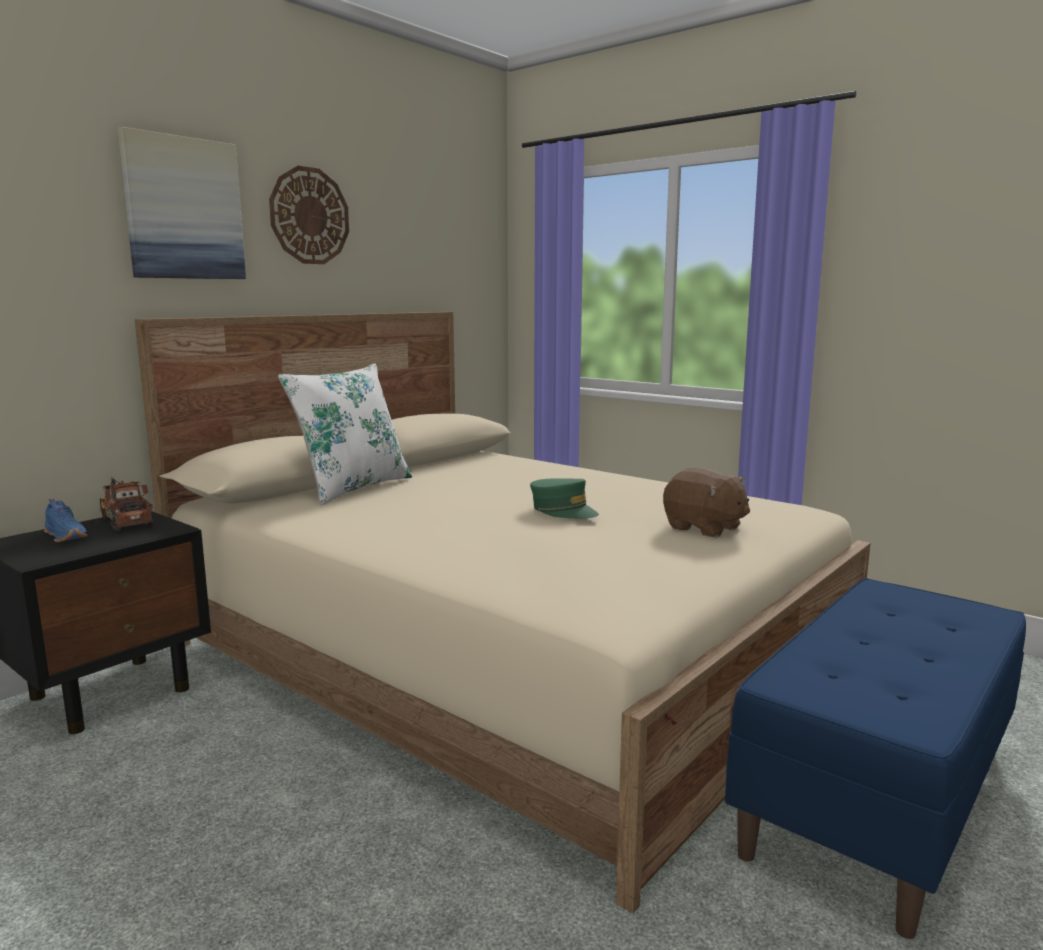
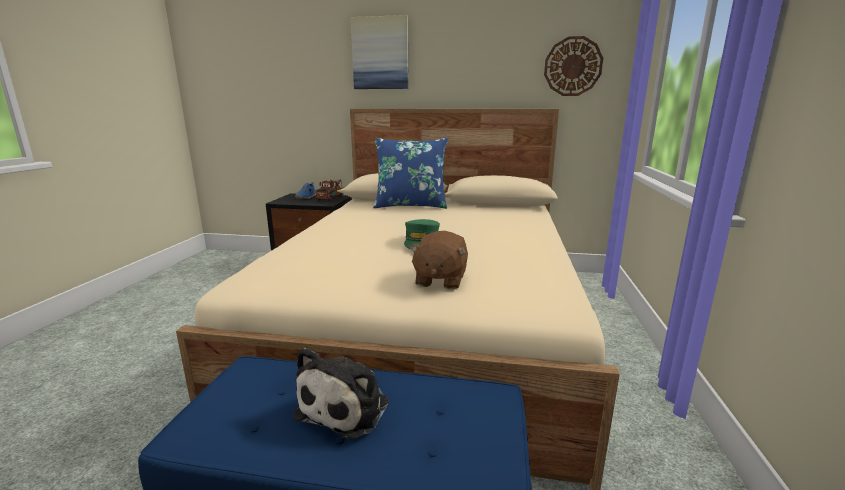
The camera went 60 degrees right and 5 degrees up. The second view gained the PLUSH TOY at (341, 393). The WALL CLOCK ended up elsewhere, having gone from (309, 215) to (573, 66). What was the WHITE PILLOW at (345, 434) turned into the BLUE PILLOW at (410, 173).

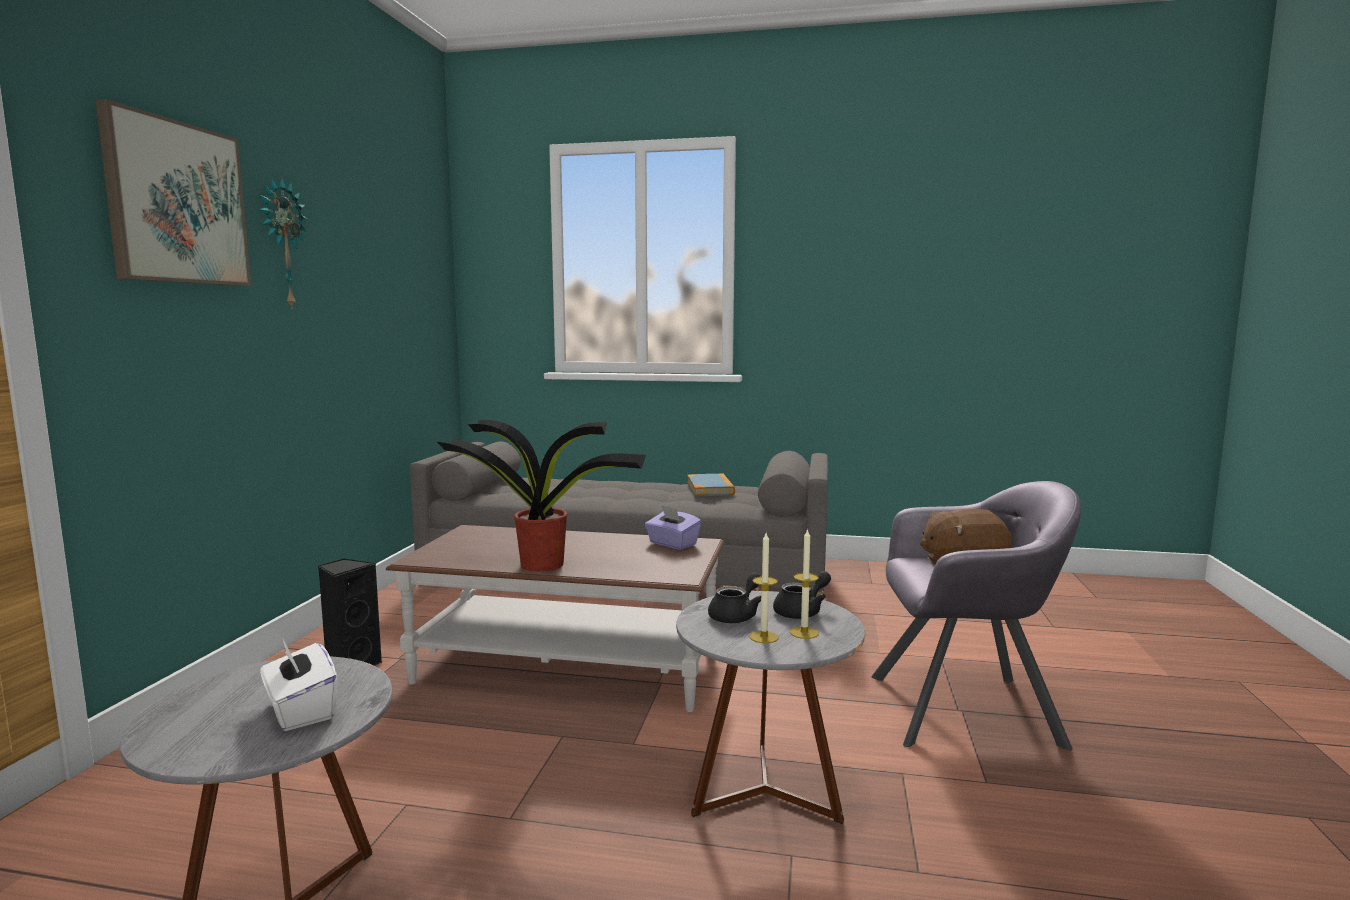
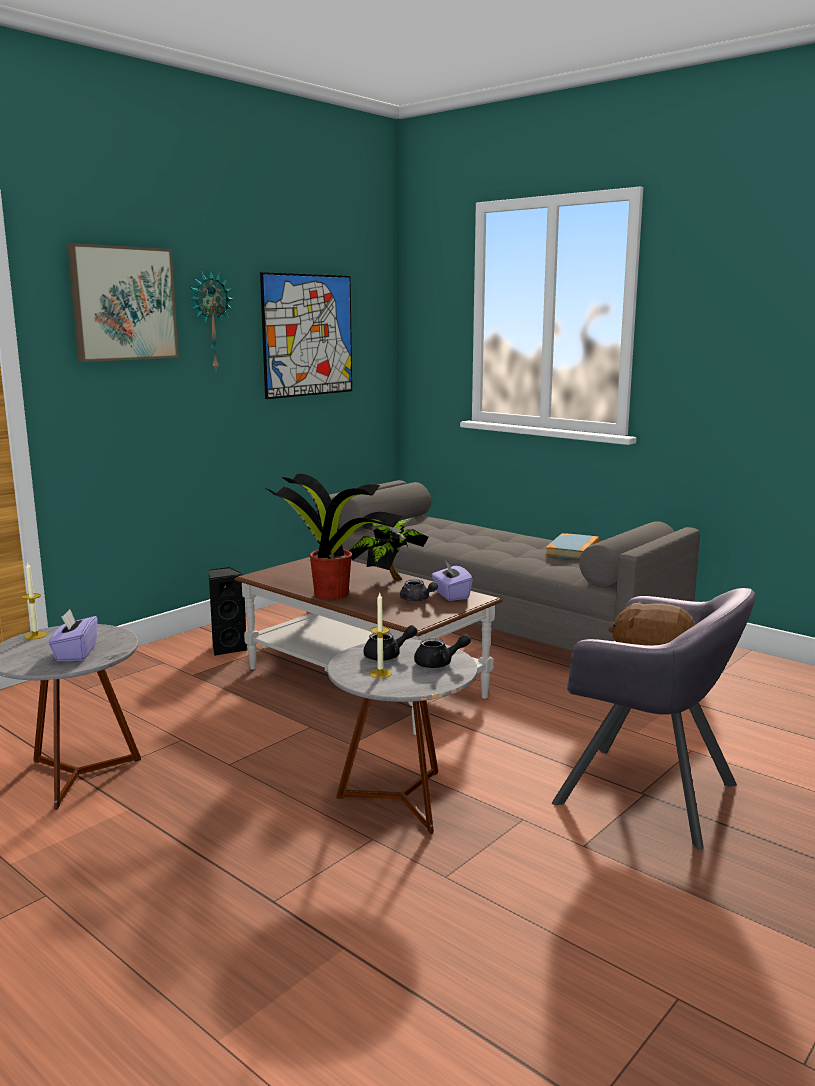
The camera went 30 degrees right and 5 degrees up. The second view gained the PICTURE at (306, 335). The second view gained the POTTED PLANT at (388, 549). The second view gained the GREY TEAPOT at (419, 590). The CANDLE ended up elsewhere, having gone from (804, 583) to (34, 600). What was the WHITE TISSUE BOX at (299, 685) turned into the PURPLE TISSUE BOX at (73, 635).

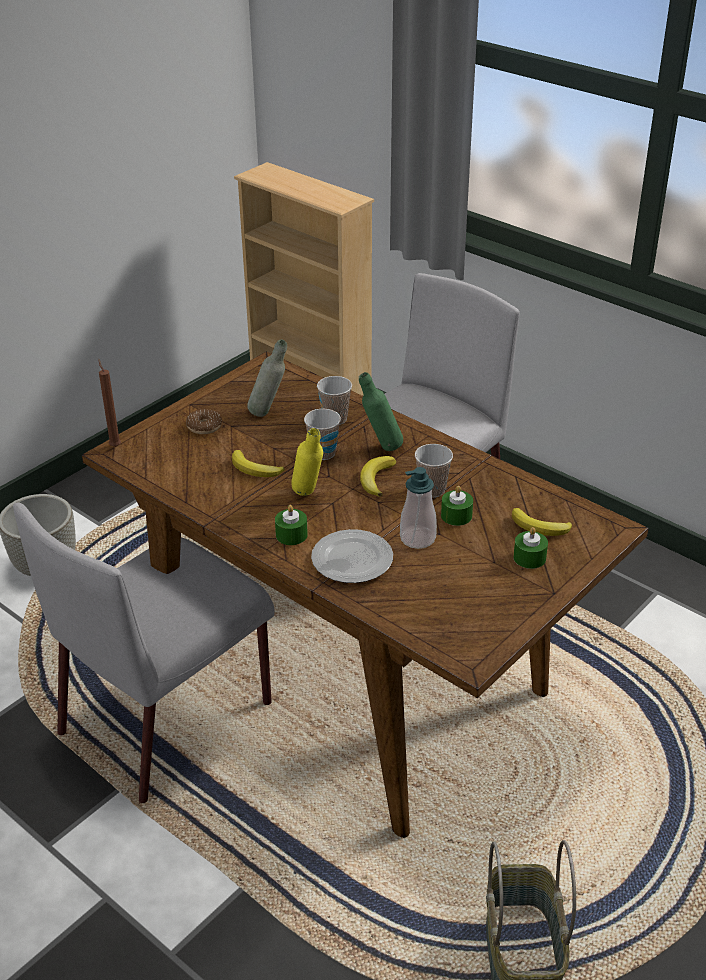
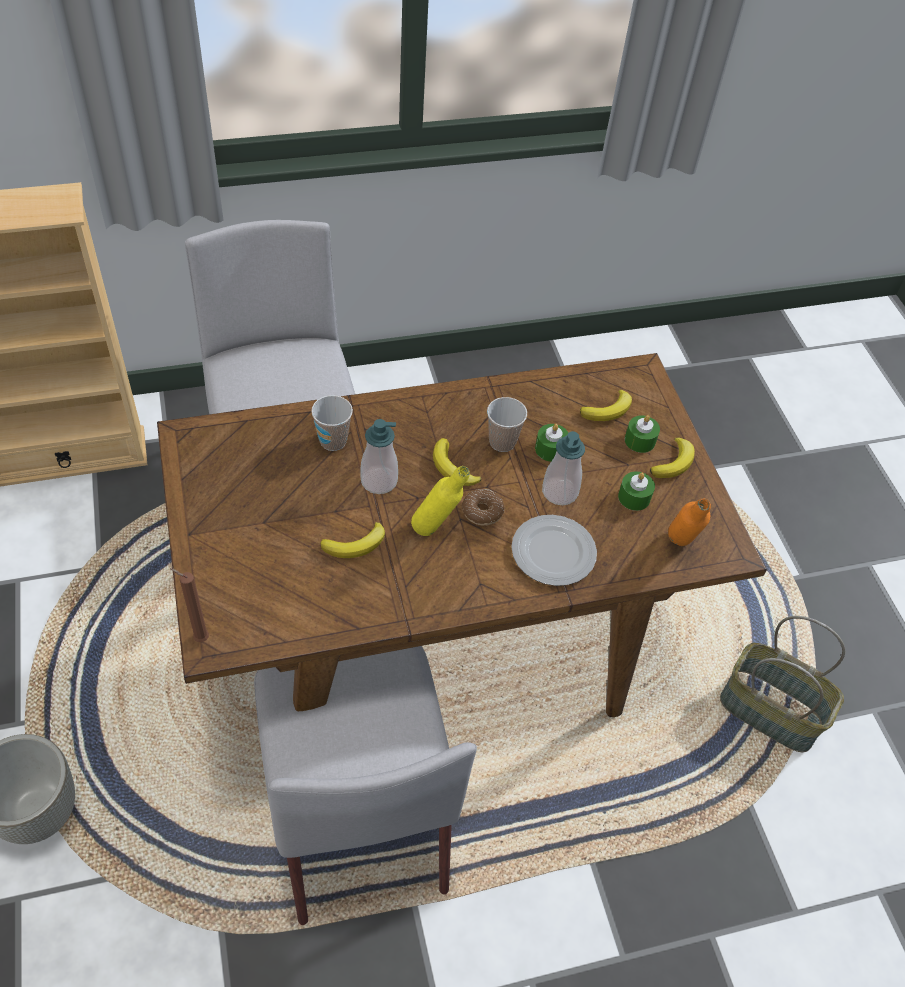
The camera went 60 degrees left and 15 degrees up. The second view lost the GREY BOTTLE at (267, 378). The second view lost the GREEN BOTTLE at (381, 411). The second view gained the BANANA at (672, 457). The second view gained the ORANGE BOTTLE at (689, 522). The DONUT ended up elsewhere, having gone from (204, 421) to (483, 507). The GREEN CANDLE ended up elsewhere, having gone from (291, 525) to (636, 491). Where the CUP stood at (322, 434), the SOAP DISPENSER came to stand at (379, 456).

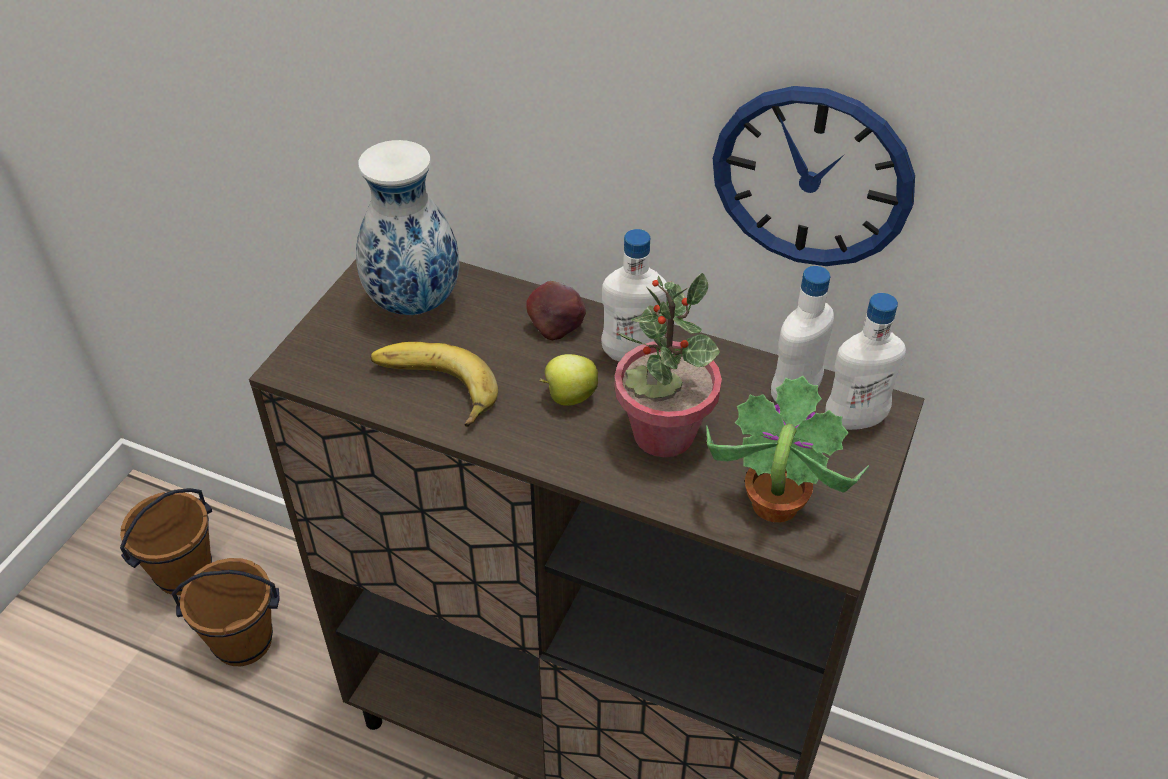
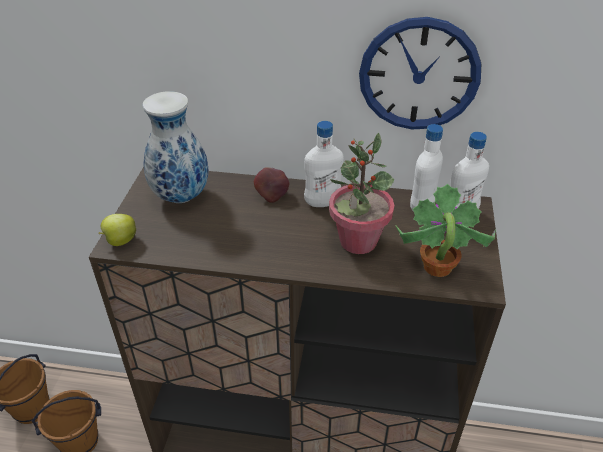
The camera went 15 degrees left and 5 degrees down. The second view lost the BANANA at (434, 384). The APPLE ended up elsewhere, having gone from (568, 380) to (117, 230).

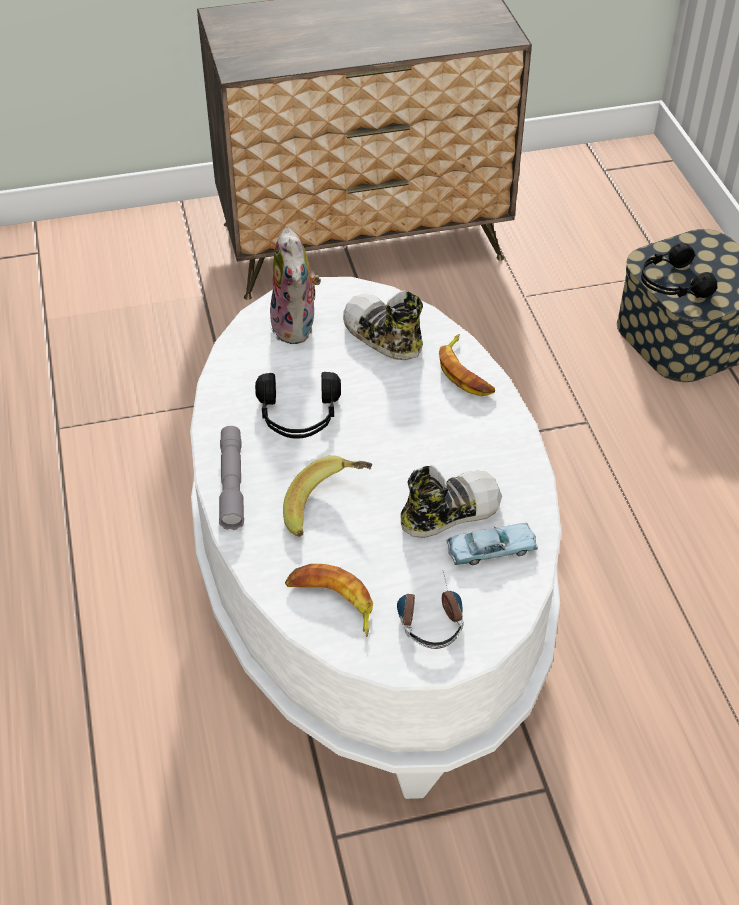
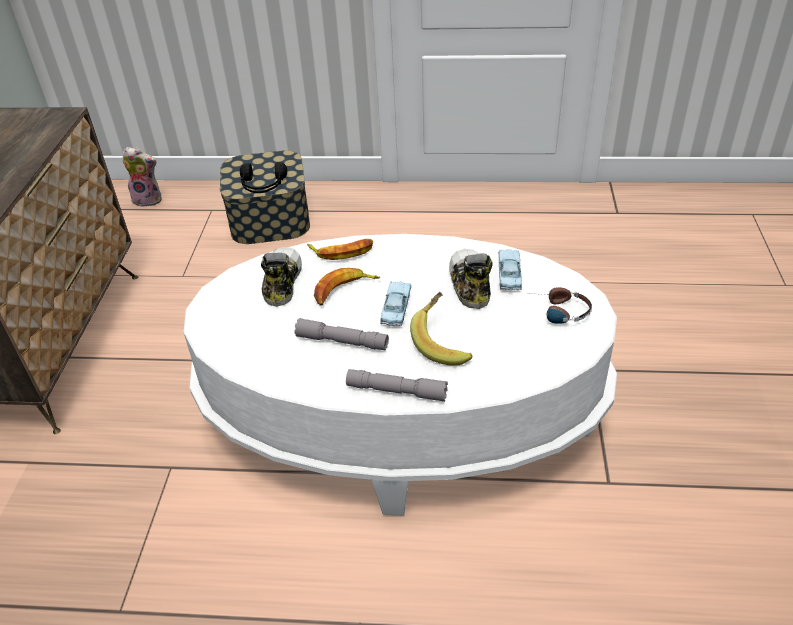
The camera went 70 degrees left and 5 degrees down. The second view gained the BLUE TOY CAR at (395, 303). The PLUSH TOY ended up elsewhere, having gone from (295, 285) to (142, 177). The BANANA ended up elsewhere, having gone from (329, 600) to (347, 287). Where the BLACK HEADPHONES stood at (298, 405), the GREY FLASHLIGHT came to stand at (341, 334). The SHOE at (383, 325) ended up facing another way, 120 degrees clockwise from before.

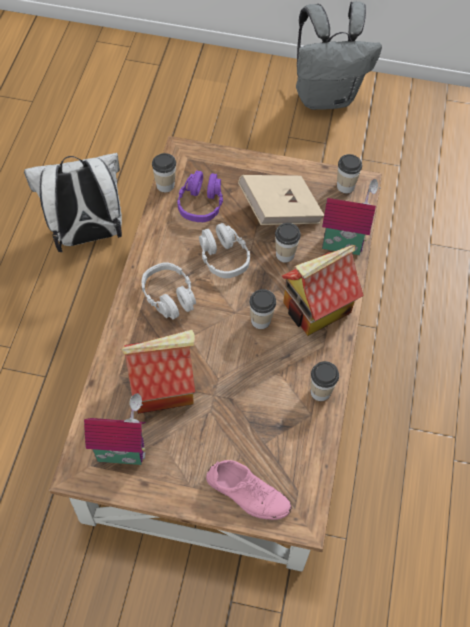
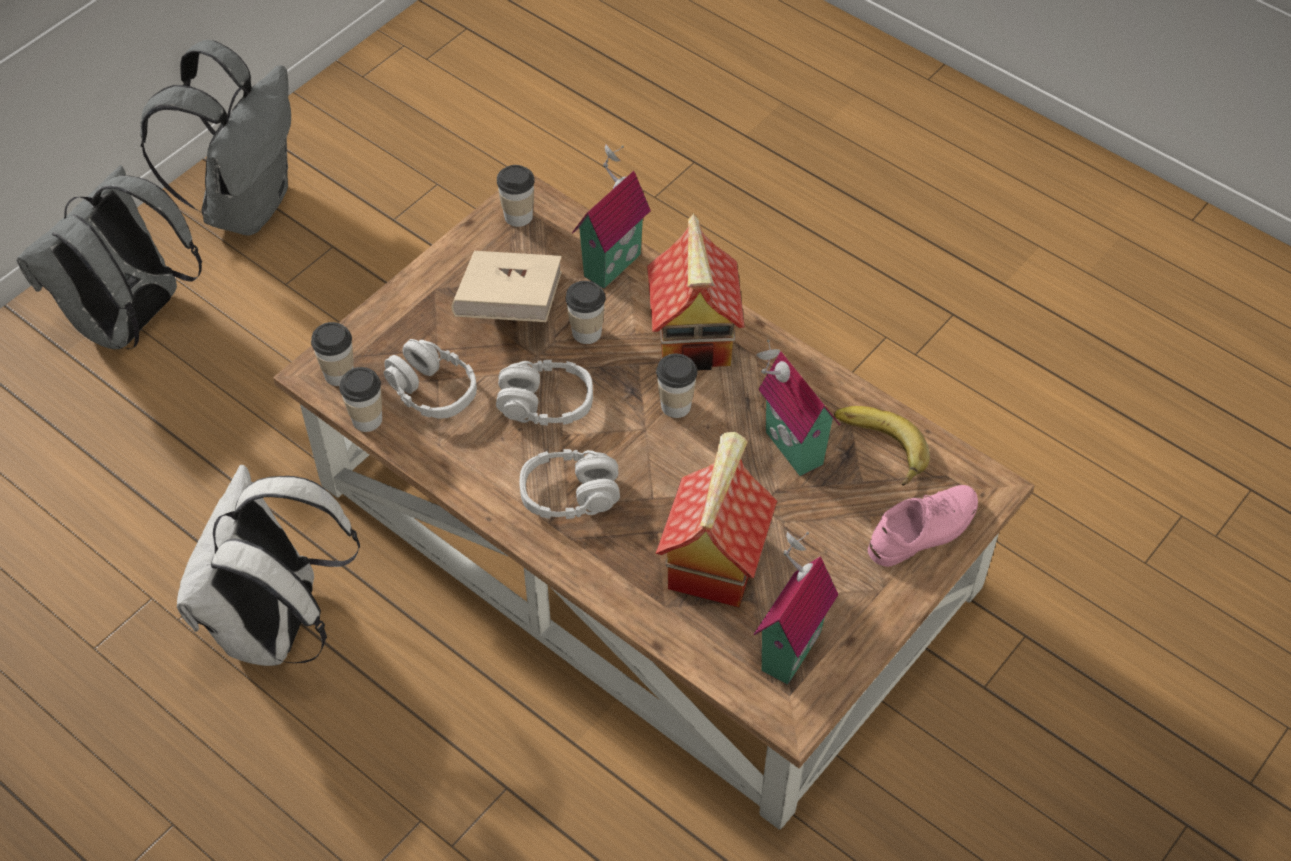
The camera went 60 degrees left and 5 degrees down. The second view gained the GREY BACKPACK at (109, 257). The second view gained the TOY HOUSE at (798, 407). The second view gained the BANANA at (882, 446). The CUP ended up elsewhere, having gone from (325, 381) to (332, 354). What was the PURPLE HEADPHONES at (200, 196) turned into the GREY HEADPHONES at (430, 378).

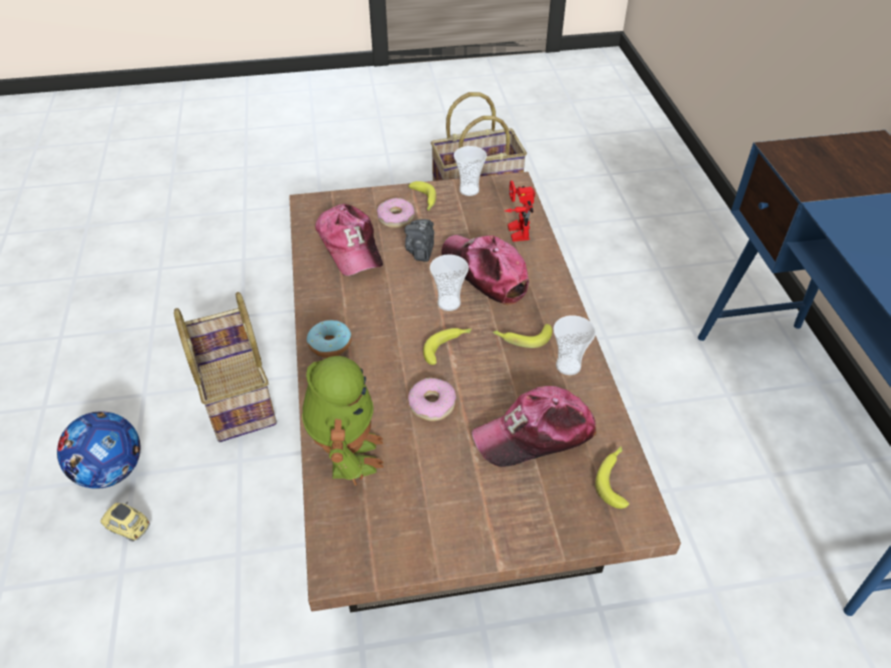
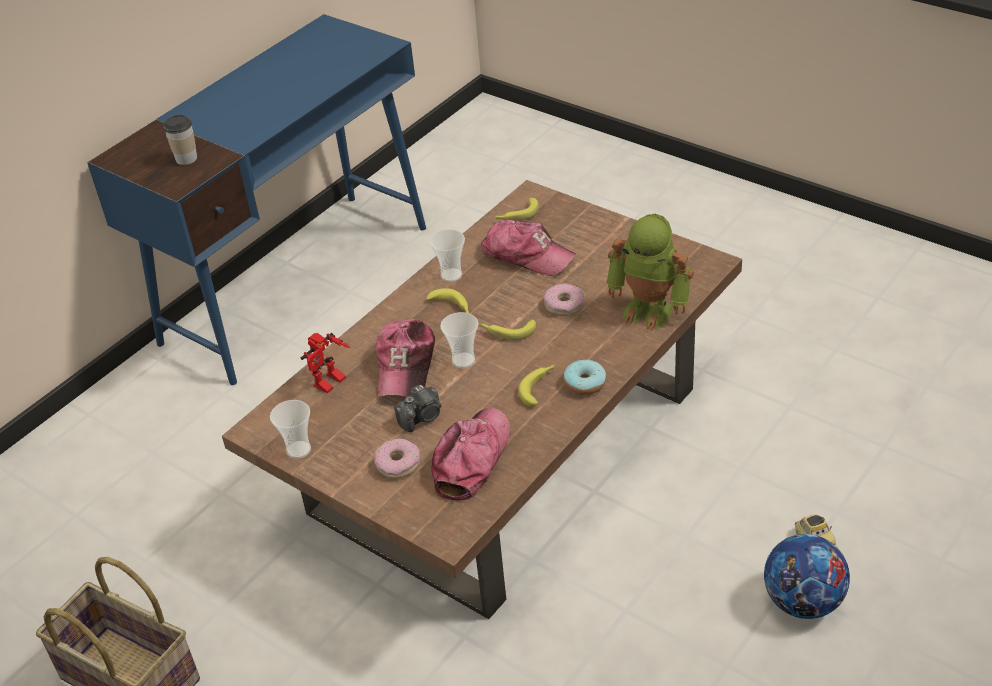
The camera went 130 degrees left and 5 degrees down. The second view lost the BASKET at (225, 367). The second view gained the CUP at (180, 140). The BANANA ended up elsewhere, having gone from (422, 196) to (536, 385). The TOY ROBOT at (343, 421) ended up facing another way, 105 degrees counterclockwise from before.

